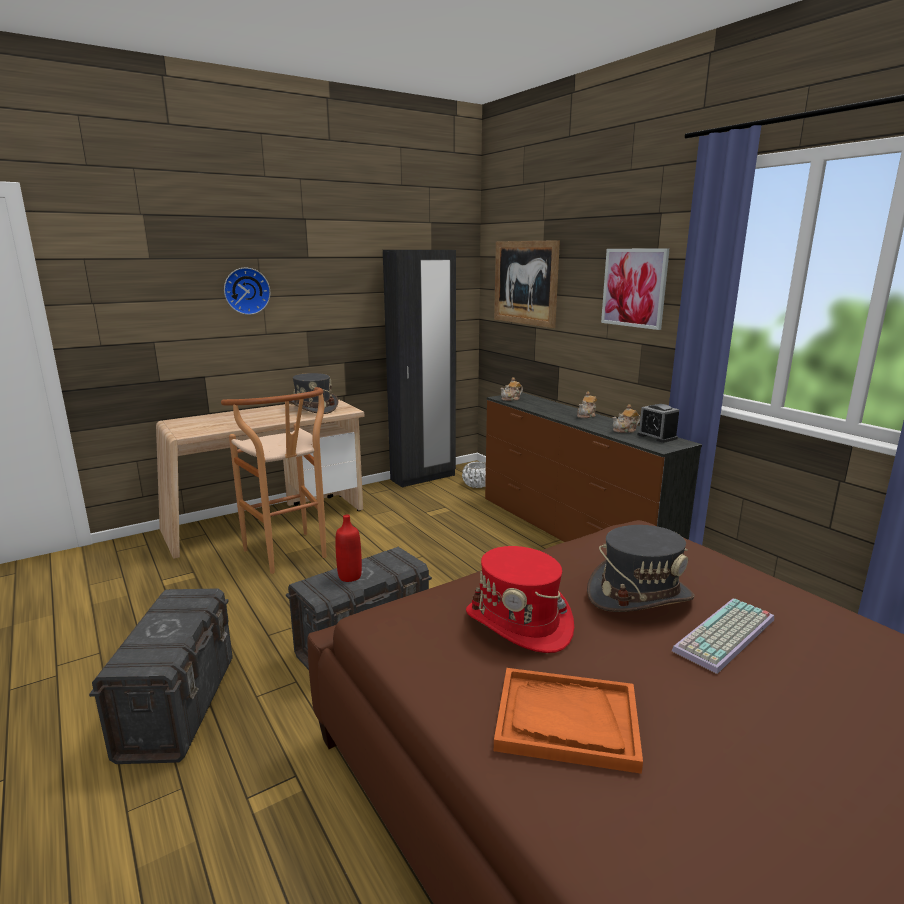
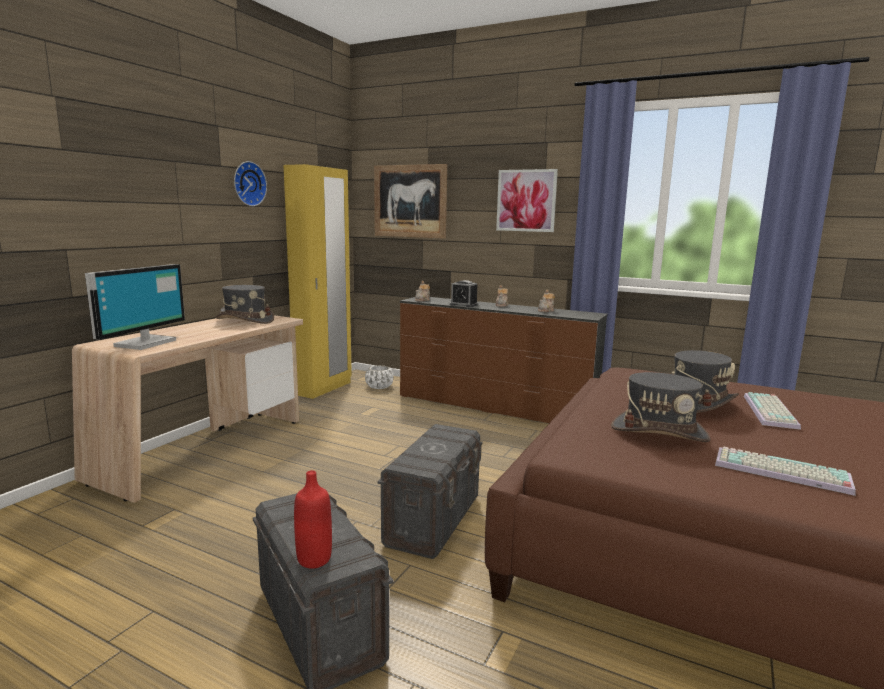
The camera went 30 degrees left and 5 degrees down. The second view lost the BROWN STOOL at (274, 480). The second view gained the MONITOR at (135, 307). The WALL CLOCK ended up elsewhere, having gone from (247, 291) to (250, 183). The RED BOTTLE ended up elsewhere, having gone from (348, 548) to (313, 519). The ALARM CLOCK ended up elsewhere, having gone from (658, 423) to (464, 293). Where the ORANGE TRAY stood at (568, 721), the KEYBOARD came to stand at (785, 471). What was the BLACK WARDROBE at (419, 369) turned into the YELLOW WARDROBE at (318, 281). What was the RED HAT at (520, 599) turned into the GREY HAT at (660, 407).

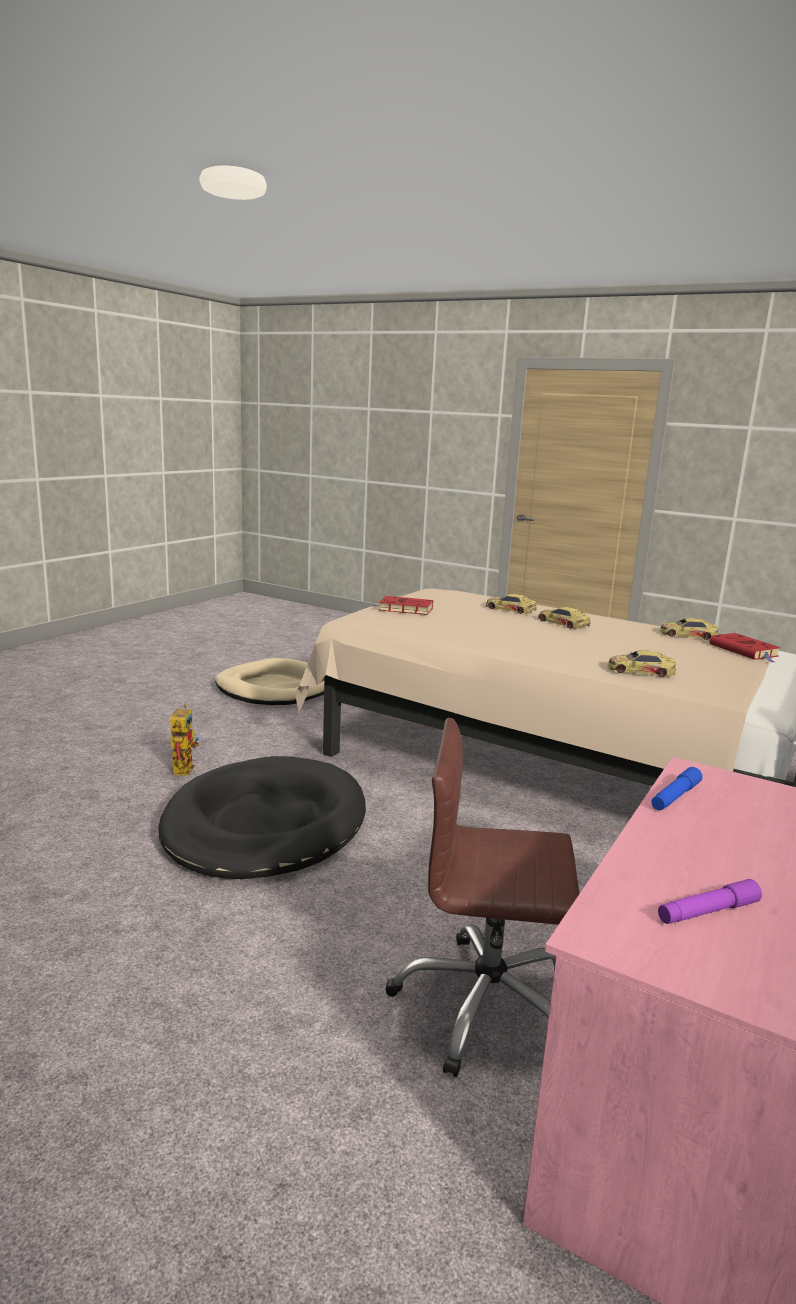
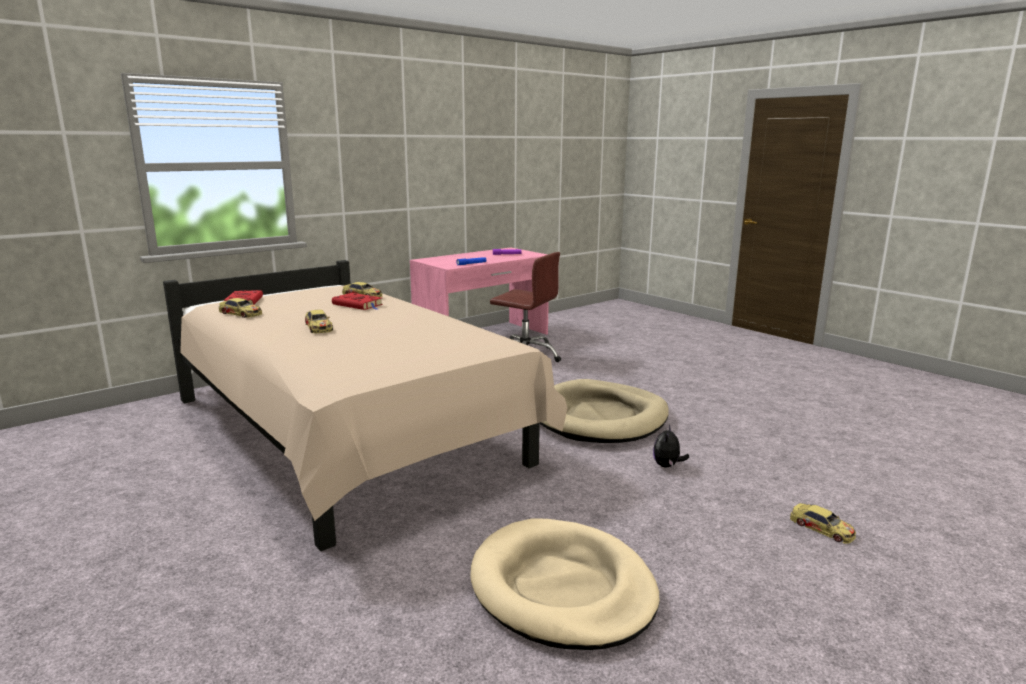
The camera went 160 degrees left and 0 degrees up. The RED BOOK ended up elsewhere, having gone from (403, 605) to (357, 301). The TOY CAR ended up elsewhere, having gone from (511, 604) to (823, 523). Where the TOY ROBOT stood at (185, 740), the PLUSH TOY came to stand at (671, 446). What was the BLACK DOG BED at (262, 817) turned into the BEIGE DOG BED at (604, 411).

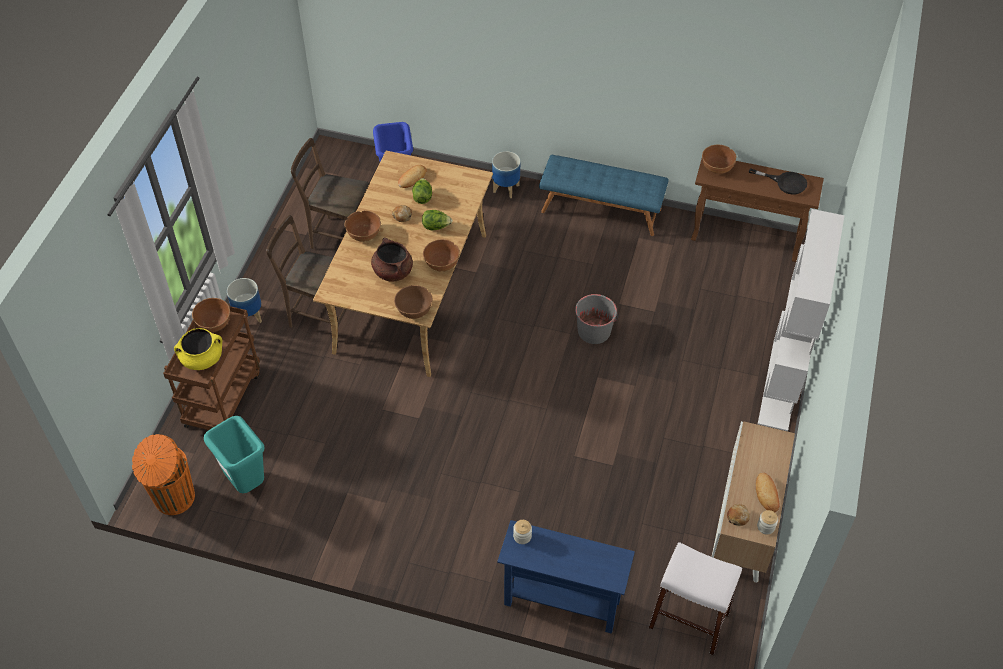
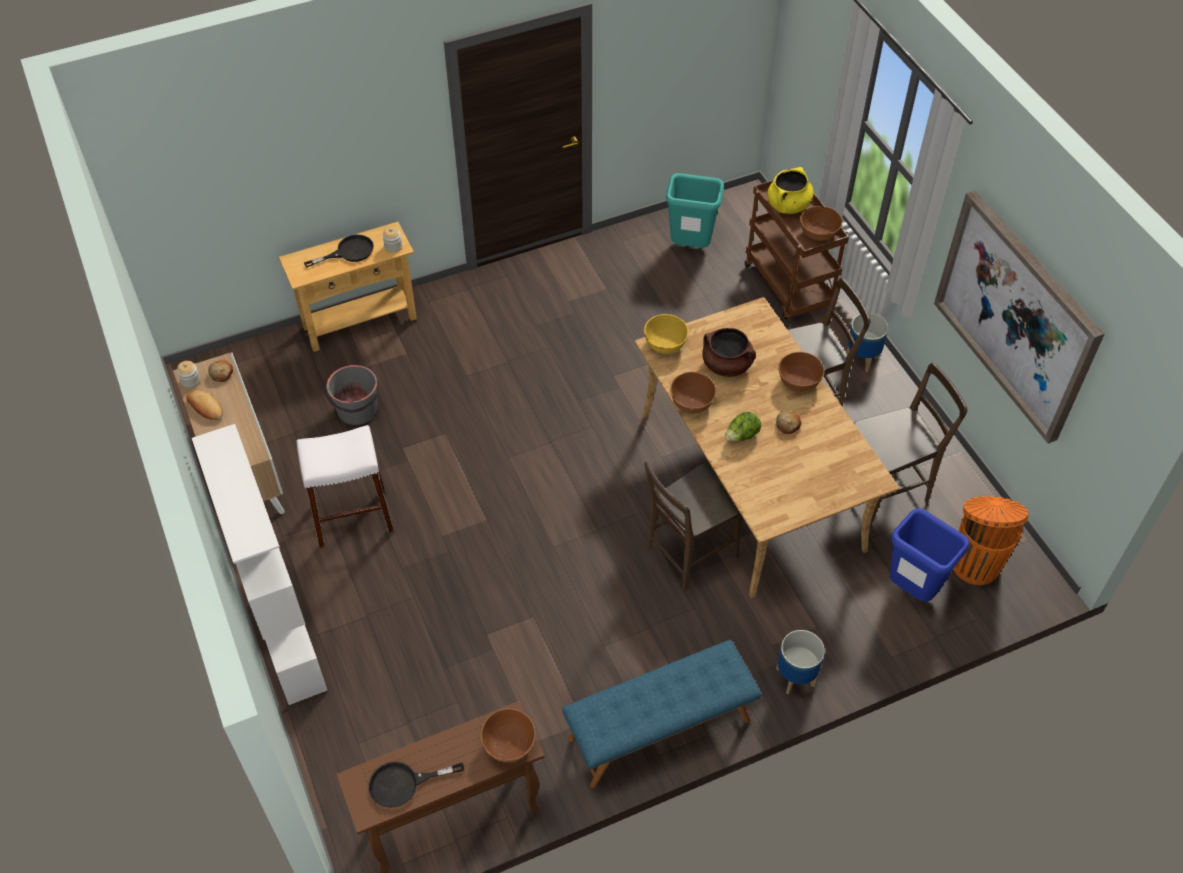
The camera went 140 degrees right and 0 degrees up. The second view lost the BREAD at (412, 176). The second view lost the LETTUCE at (422, 191). The second view gained the BLACK FRYING PAN at (339, 251). The second view gained the BROWN CHAIR at (693, 526). The second view gained the PICTURE at (1019, 317). The ORANGE TRASH CAN ended up elsewhere, having gone from (163, 474) to (990, 540). The GREY BUCKET ended up elsewhere, having gone from (596, 319) to (352, 395). The WHITE STOOL ended up elsewhere, having gone from (695, 598) to (345, 486). What was the BROWN BOWL at (413, 302) turned into the YELLOW BOWL at (666, 334). What was the BLUE CONSOLE TABLE at (566, 577) turned into the BEIGE CONSOLE TABLE at (348, 287).

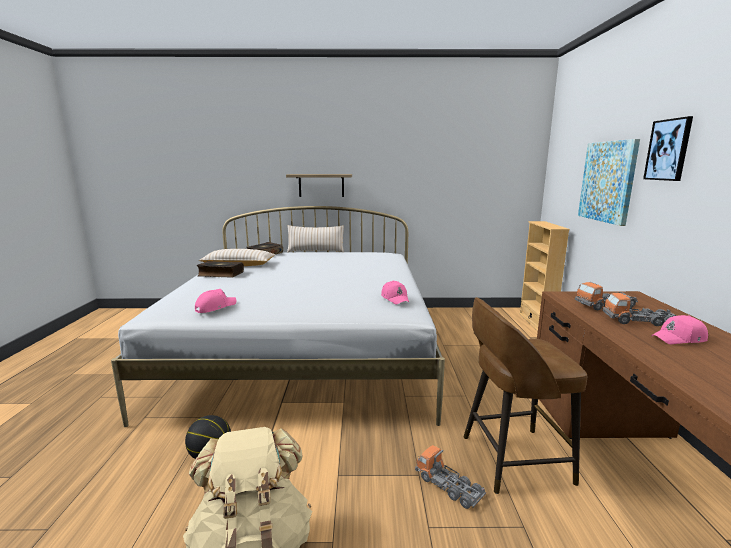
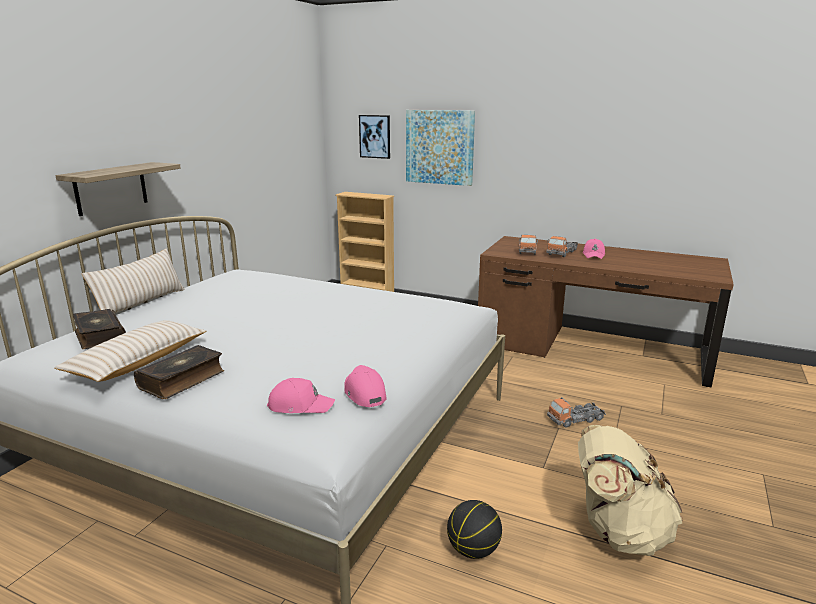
The camera went 65 degrees left and 5 degrees up. The second view lost the BROWN STOOL at (525, 395). The PINK CAP ended up elsewhere, having gone from (395, 292) to (301, 395). The PICTURE ended up elsewhere, having gone from (668, 148) to (374, 137).

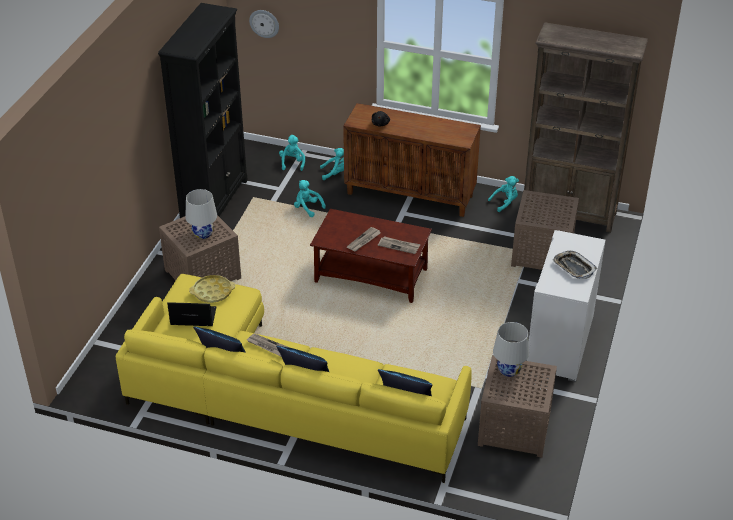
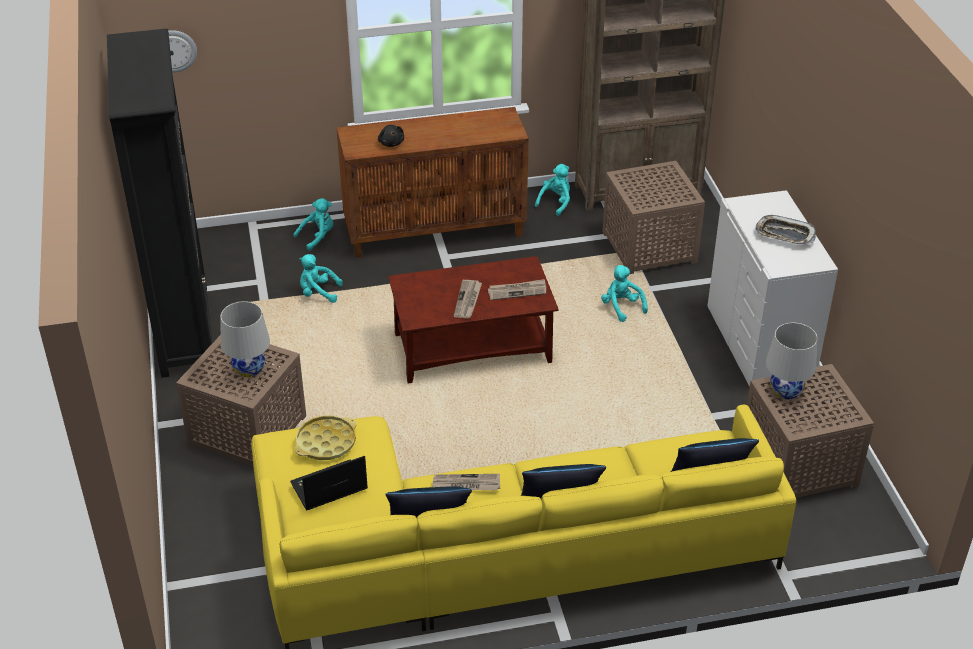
The camera went 30 degrees left and 0 degrees up. The TURQUOISE PLUSH TOY ended up elsewhere, having gone from (292, 153) to (624, 293).

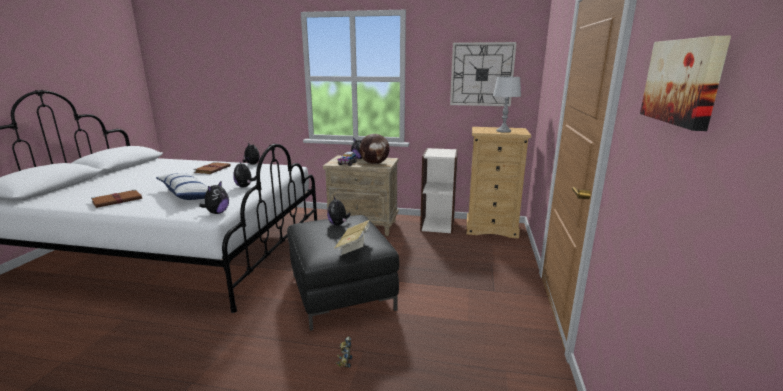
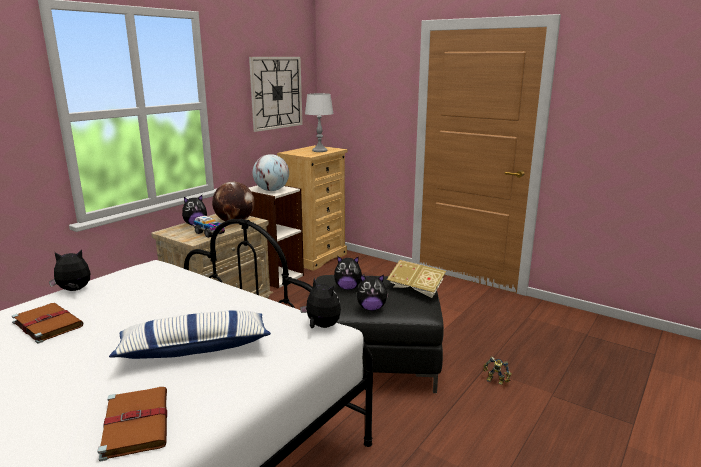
The camera went 65 degrees left and 0 degrees up. The second view lost the PICTURE at (685, 83). The second view gained the GLOBE at (271, 172). The PLUSH TOY ended up elsewhere, having gone from (244, 174) to (373, 292).

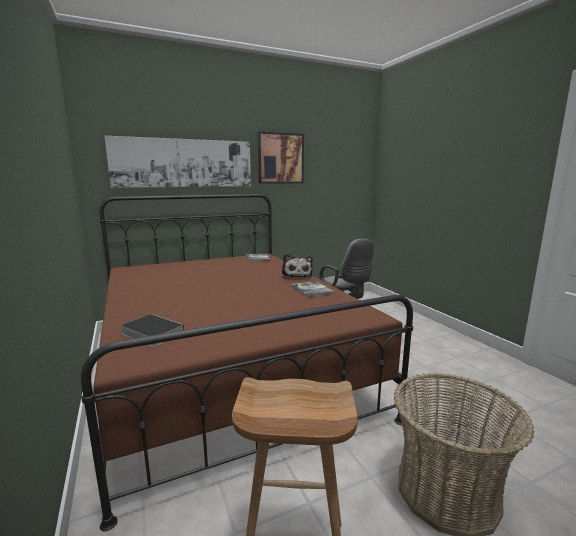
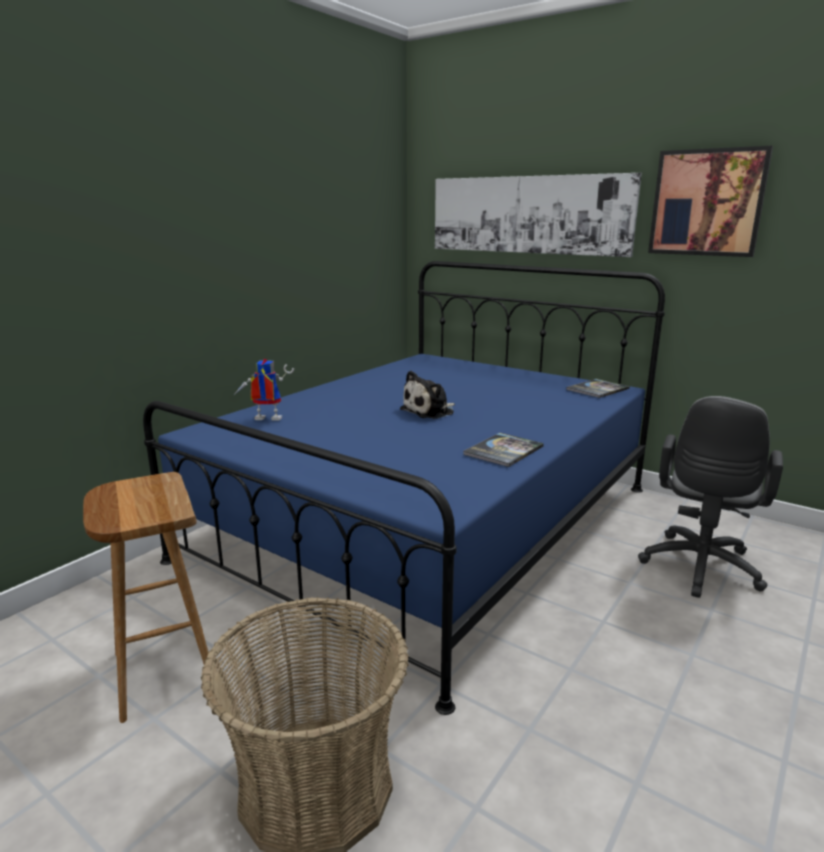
The camera went 60 degrees right and 5 degrees up. The PLUSH TOY ended up elsewhere, having gone from (297, 266) to (427, 395). Where the BOOK stood at (152, 330), the TOY ROBOT came to stand at (264, 390). What was the BROWN BED at (247, 363) turned into the BLUE BED at (404, 488).

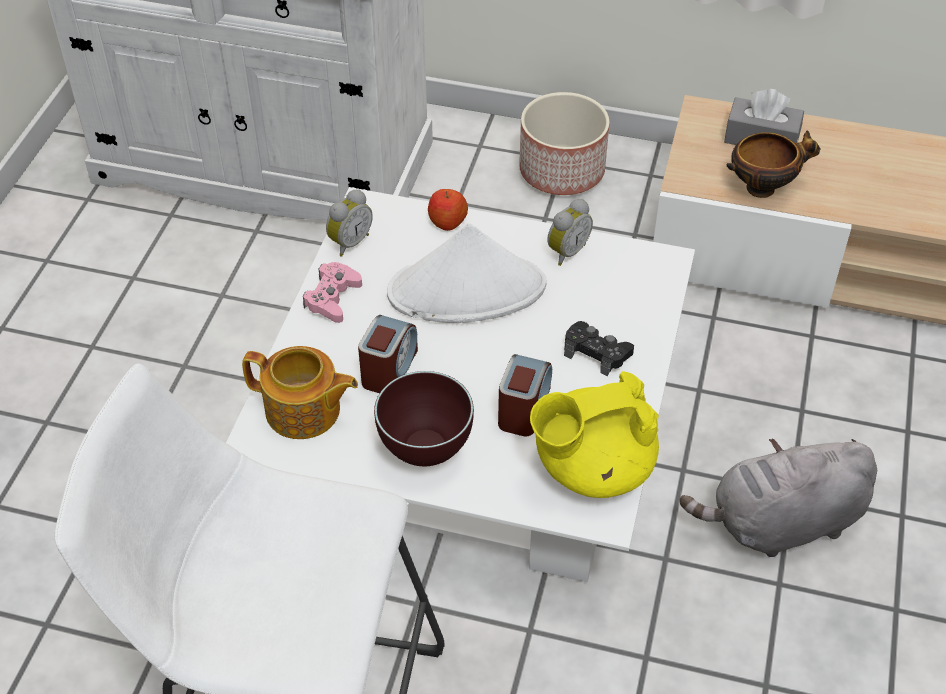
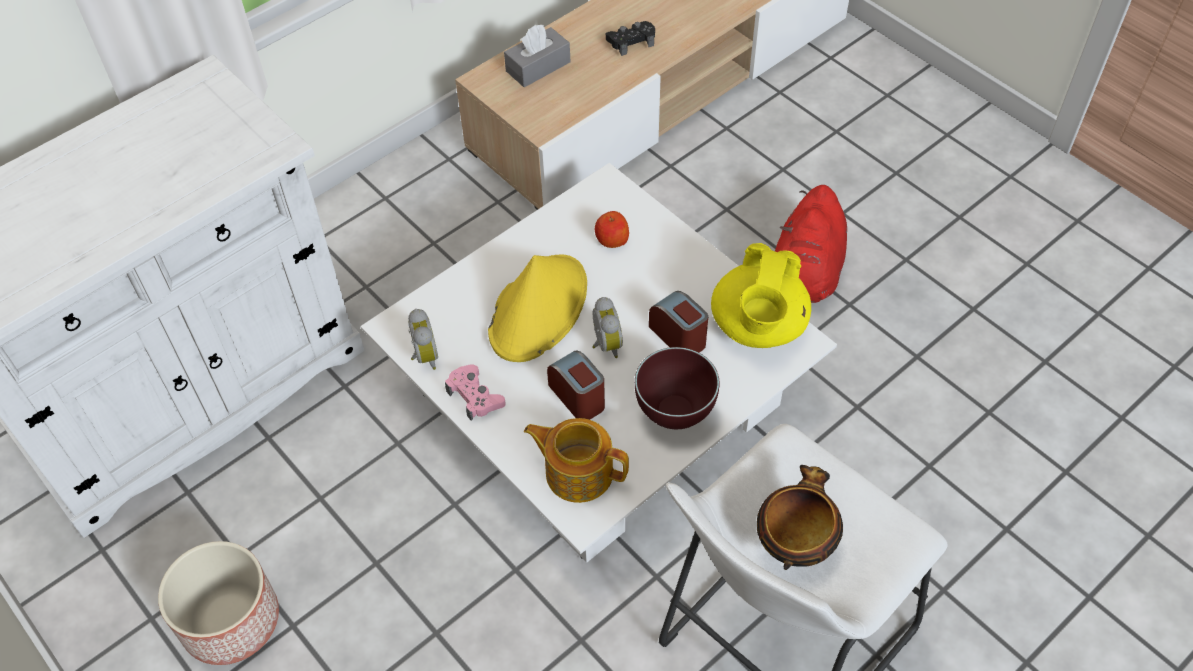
The camera went 55 degrees left and 5 degrees up. The APPLE ended up elsewhere, having gone from (448, 210) to (612, 229). The PLANTER ended up elsewhere, having gone from (564, 143) to (218, 603). The ALARM CLOCK ended up elsewhere, having gone from (570, 232) to (607, 327). The BLACK GAME CONTROLLER ended up elsewhere, having gone from (599, 348) to (630, 38). The BOWL ended up elsewhere, having gone from (773, 164) to (800, 517). What was the WHITE HAT at (466, 273) turned into the YELLOW HAT at (537, 308). What was the GREY PLUSH TOY at (778, 498) turned into the RED PLUSH TOY at (811, 244). The TEAPOT at (300, 392) ended up facing another way, 120 degrees counterclockwise from before.

